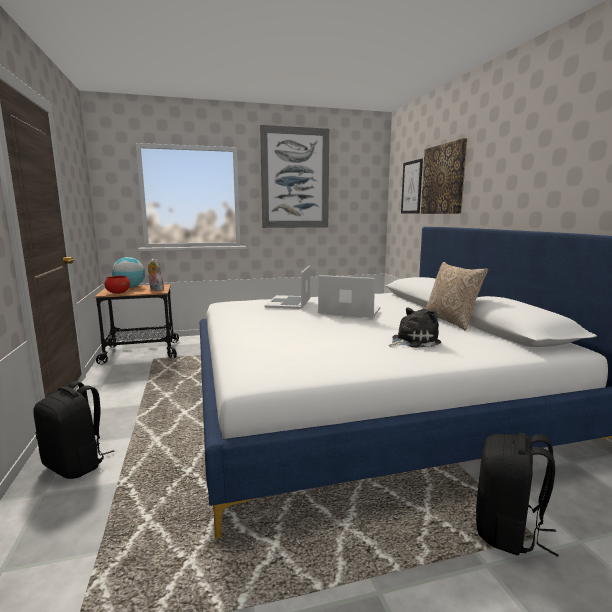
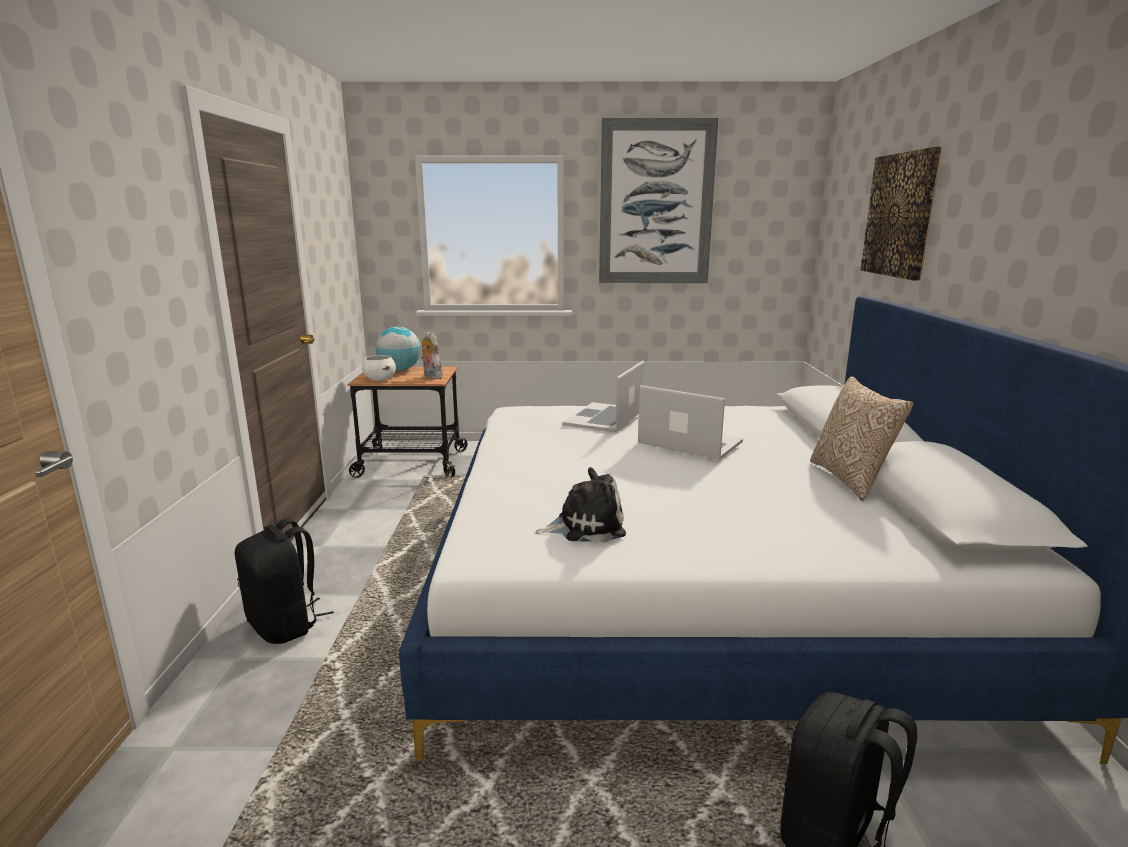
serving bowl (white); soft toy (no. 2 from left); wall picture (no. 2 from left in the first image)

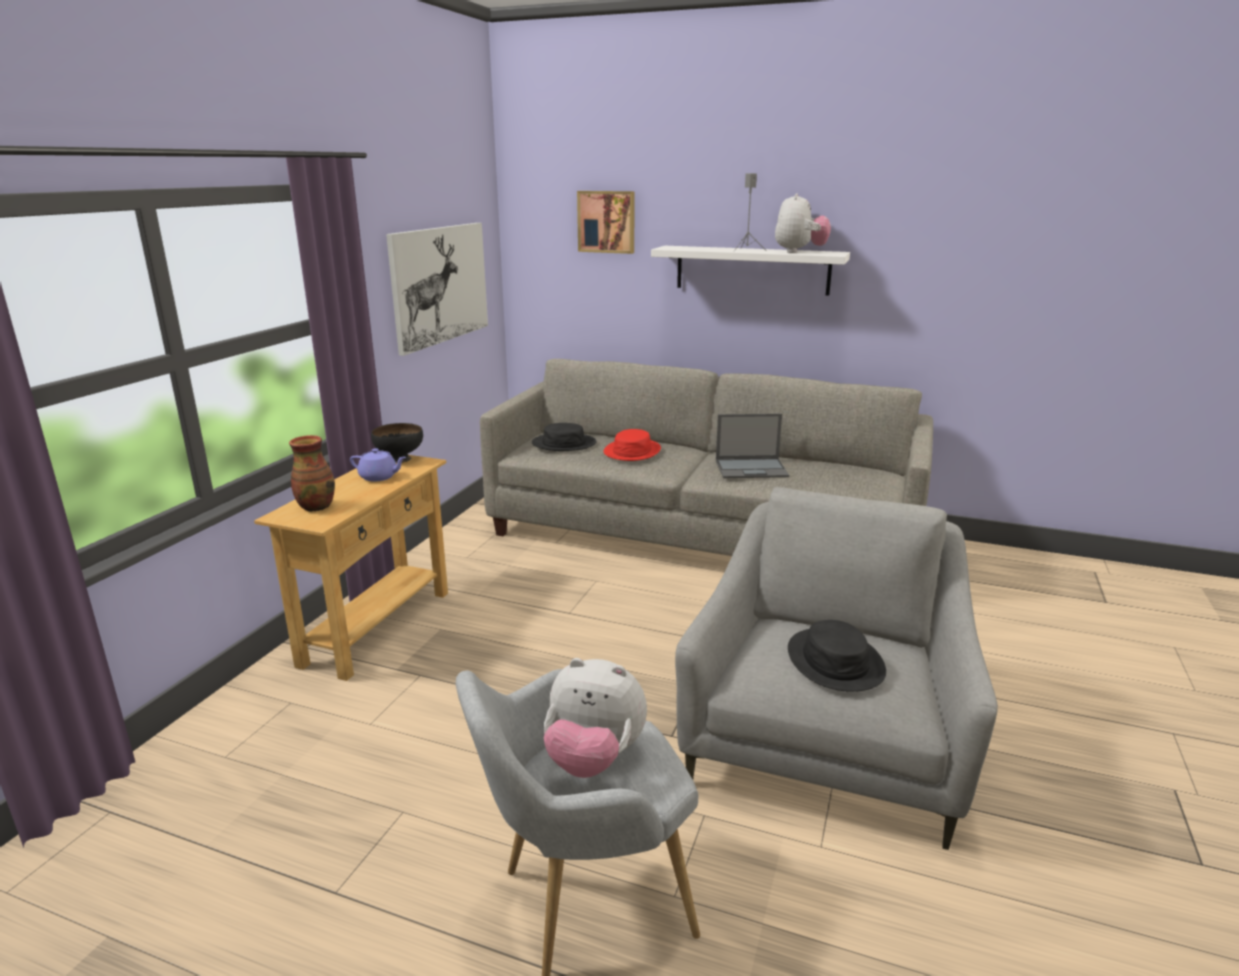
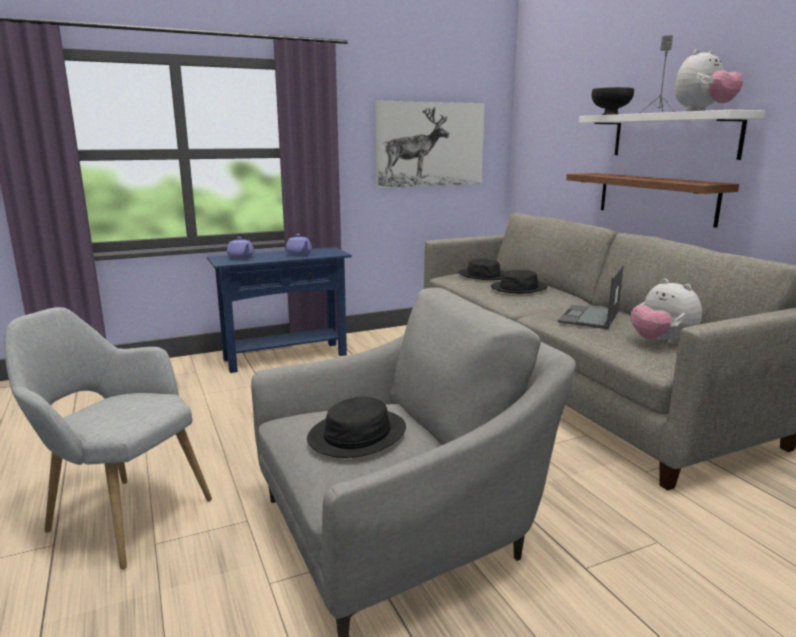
narrow table (blue-coloured); tea pot (purple-coloured) (no. 1 from left); serving bowl (black); soft toy (no. 1 from left); wall picture (no. 2 from left in the first image); wearable hat (black) (no. 3 from left); portable computer; wall shelf (brown-coloured)

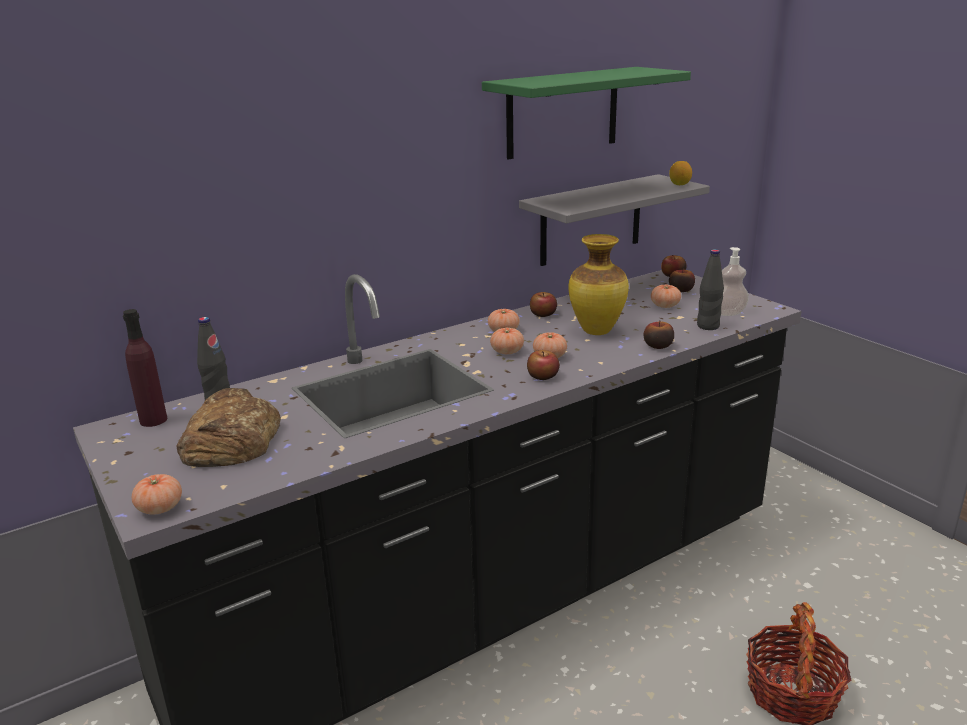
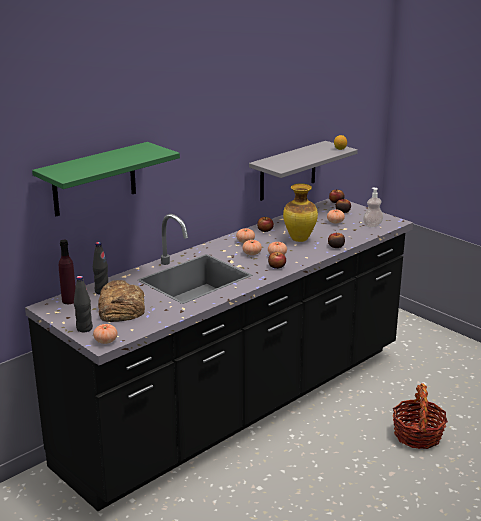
wall shelf (greenish); bottle (black) (no. 1 from left)

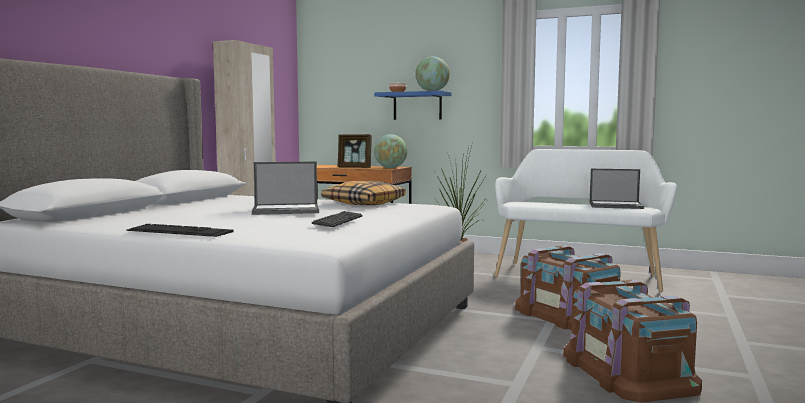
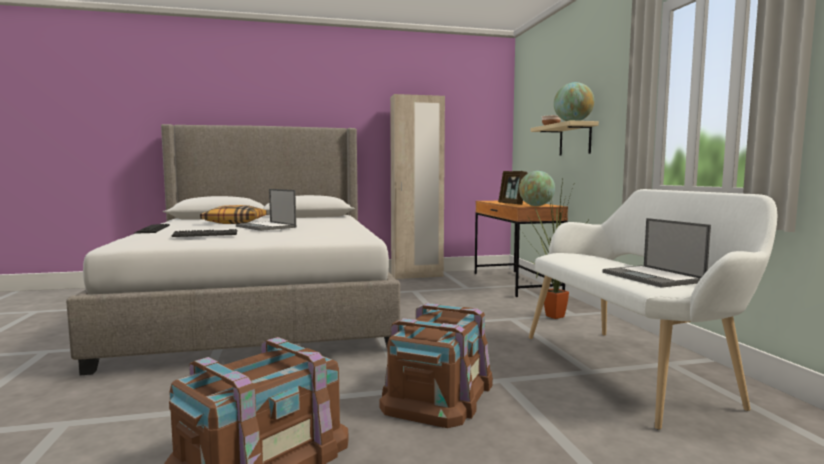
throw pillow; wall shelf (sand-coloured)

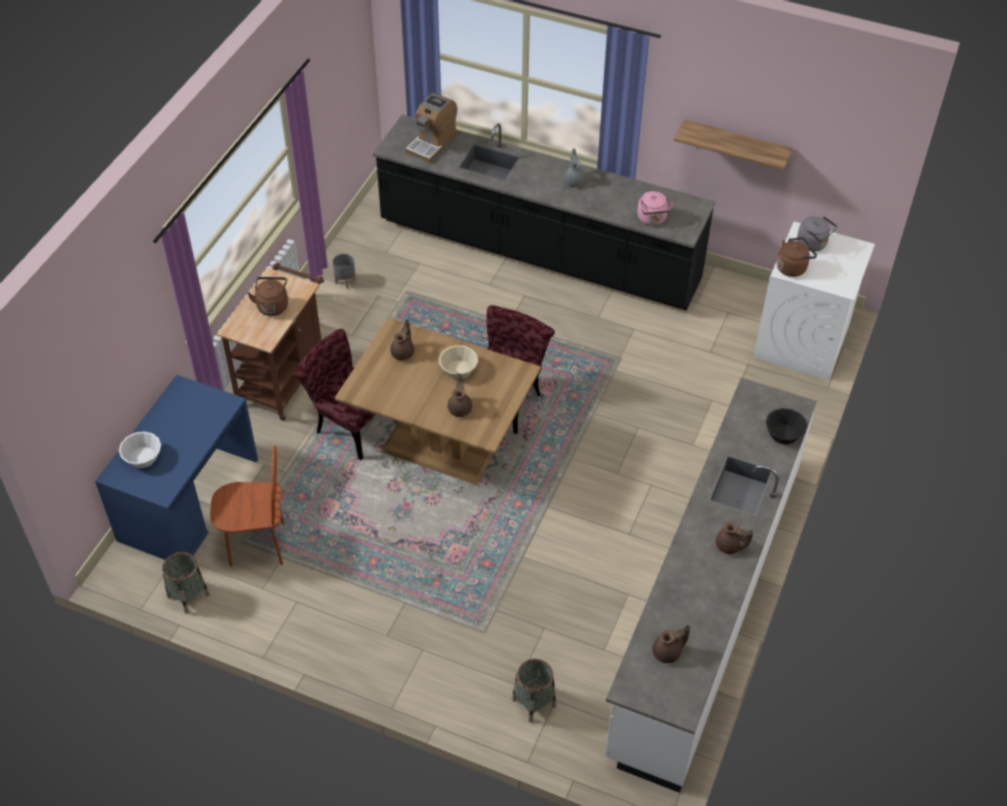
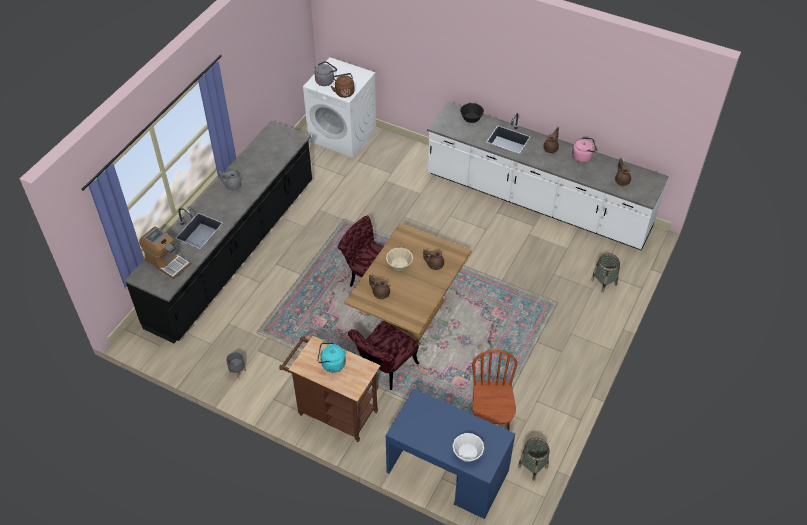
tea kettle (blue-green); tea kettle (pinkish); wall shelf

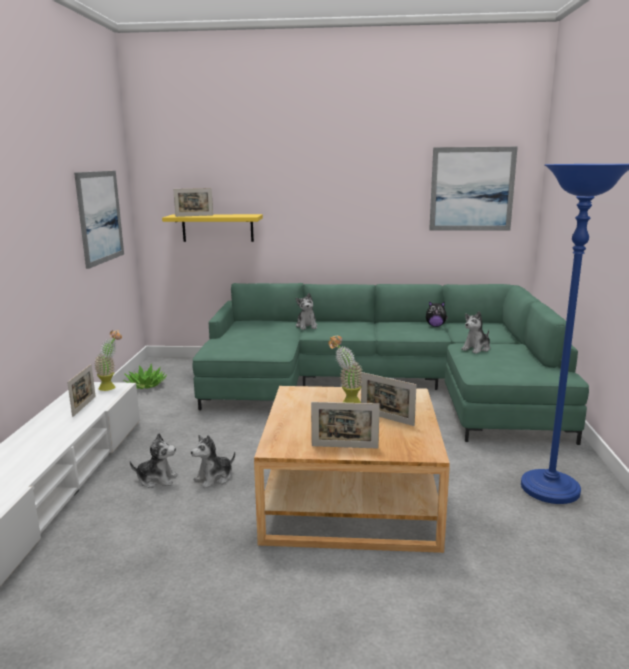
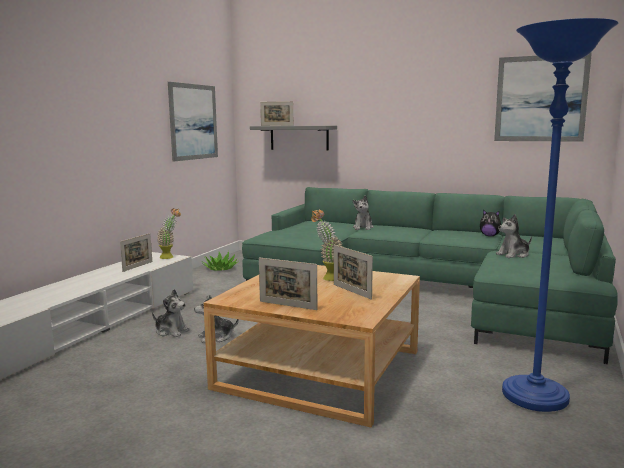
wall shelf (greyish)

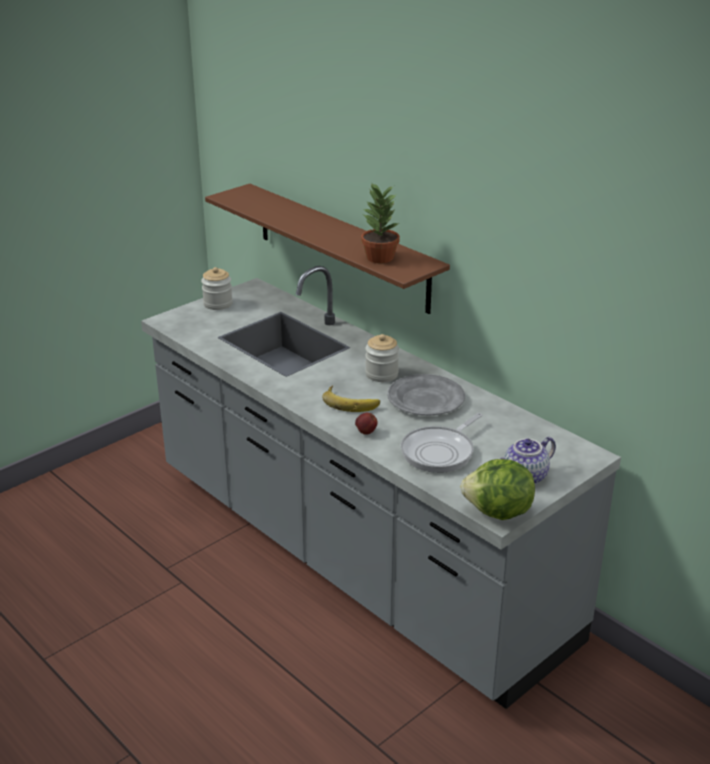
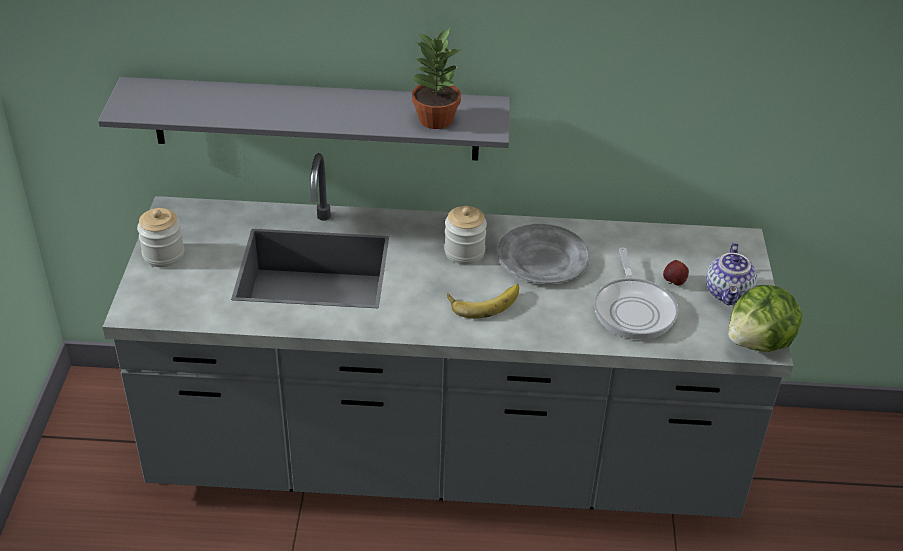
wall shelf (greyish); whole apple

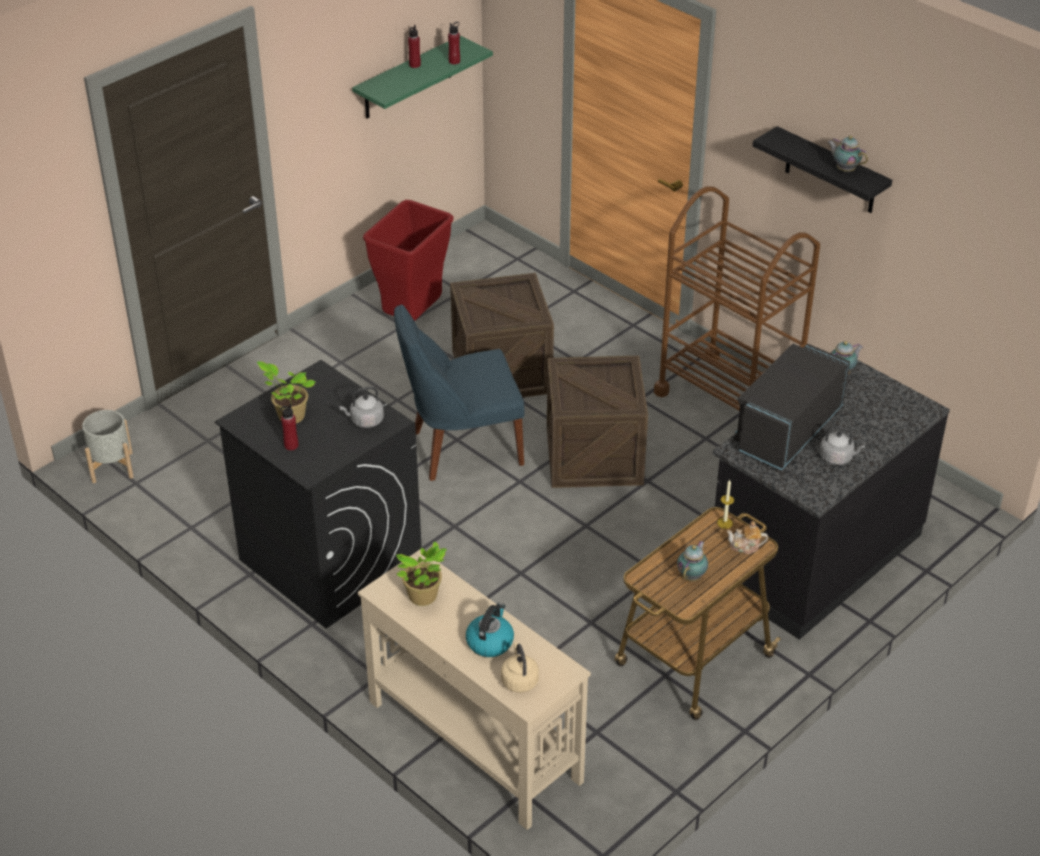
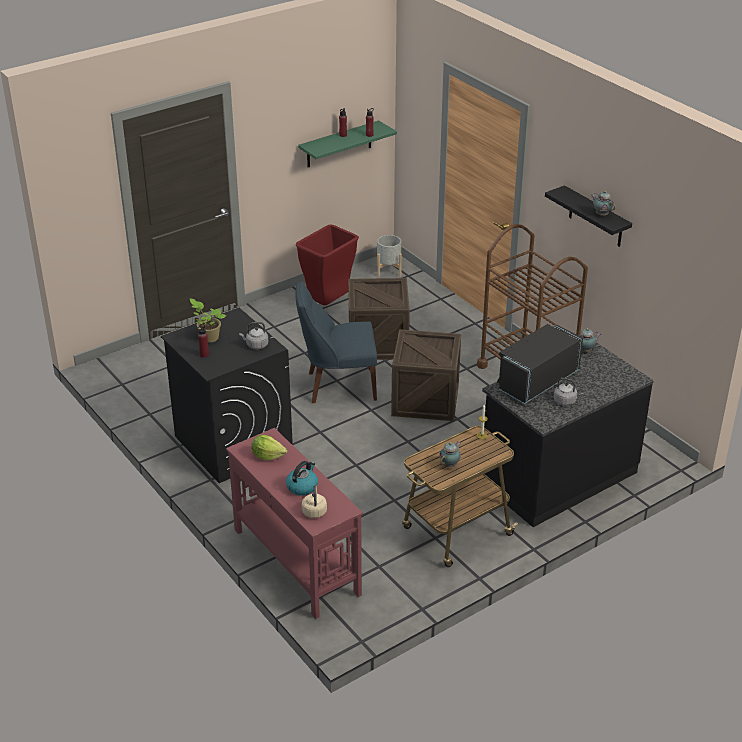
flower pot (greyish); narrow table (red-coloured); lettuce; tea pot (no. 2 from left in the first image)

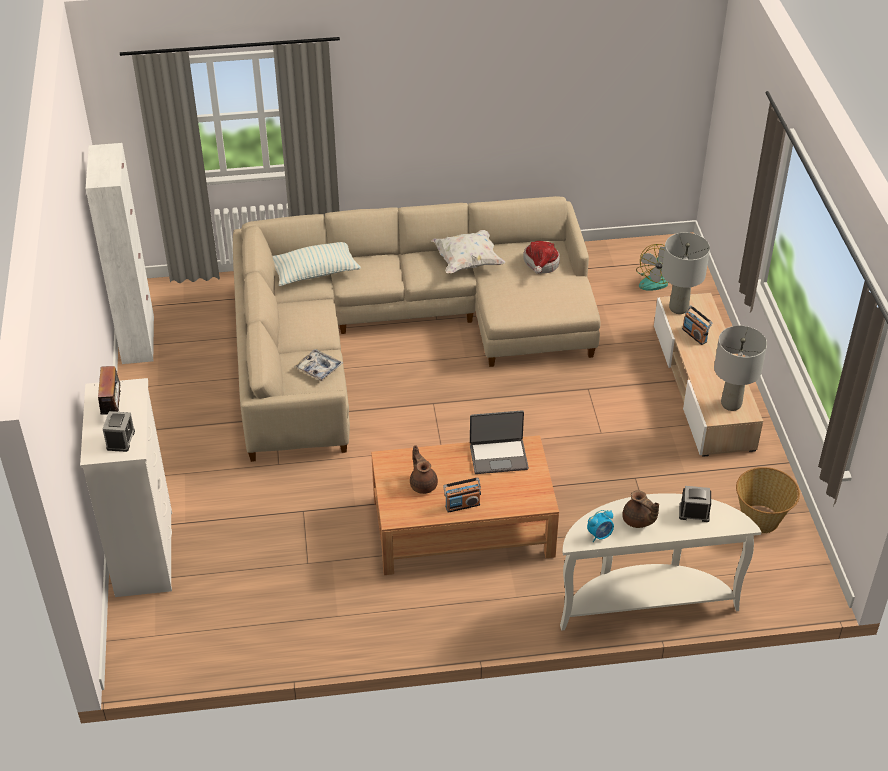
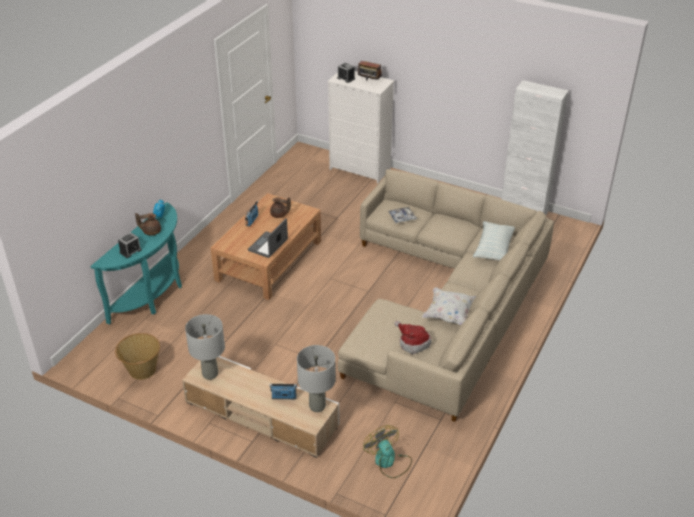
narrow table (blue-green)

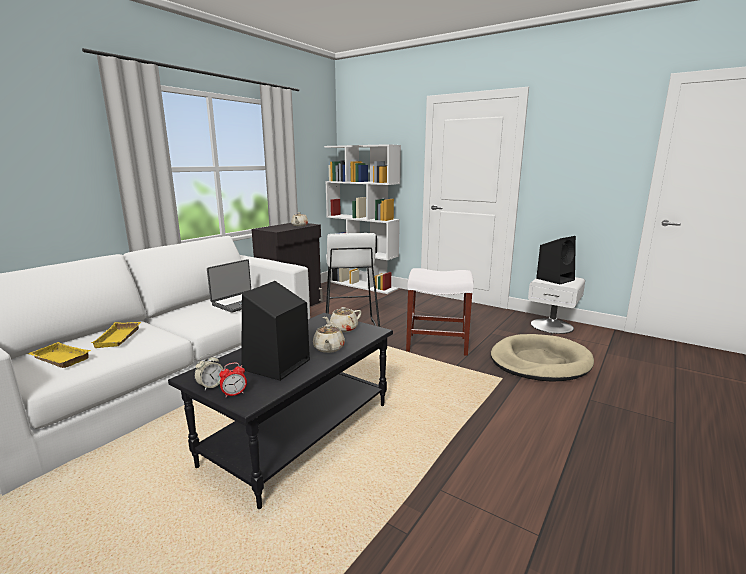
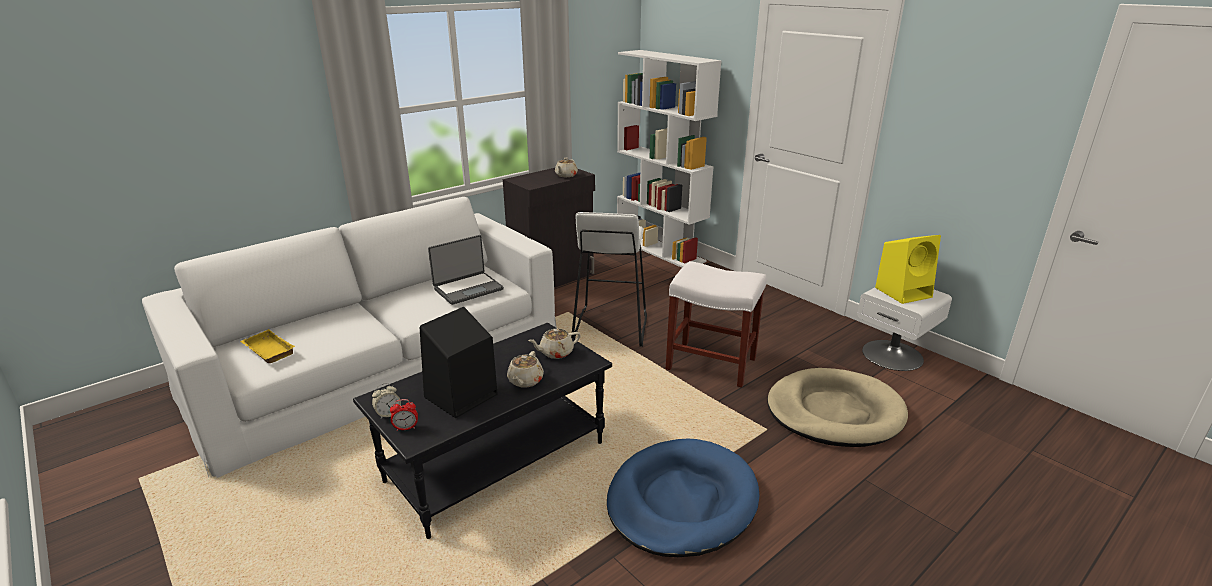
serving tray (yellow-coloured) (no. 2 from left in the first image); speaker (yellow-coloured); dog bed (blue-coloured)

